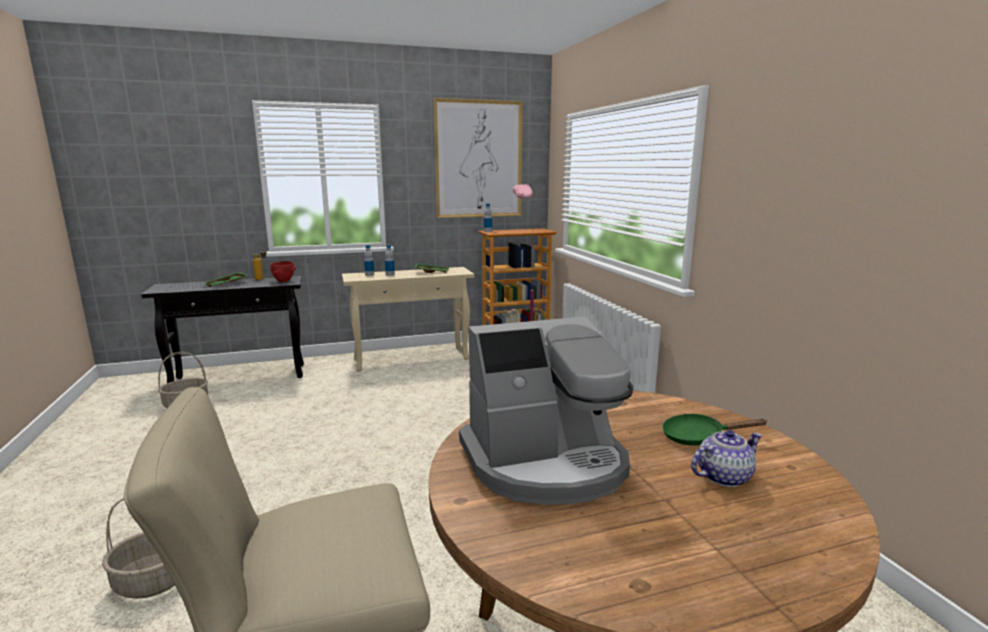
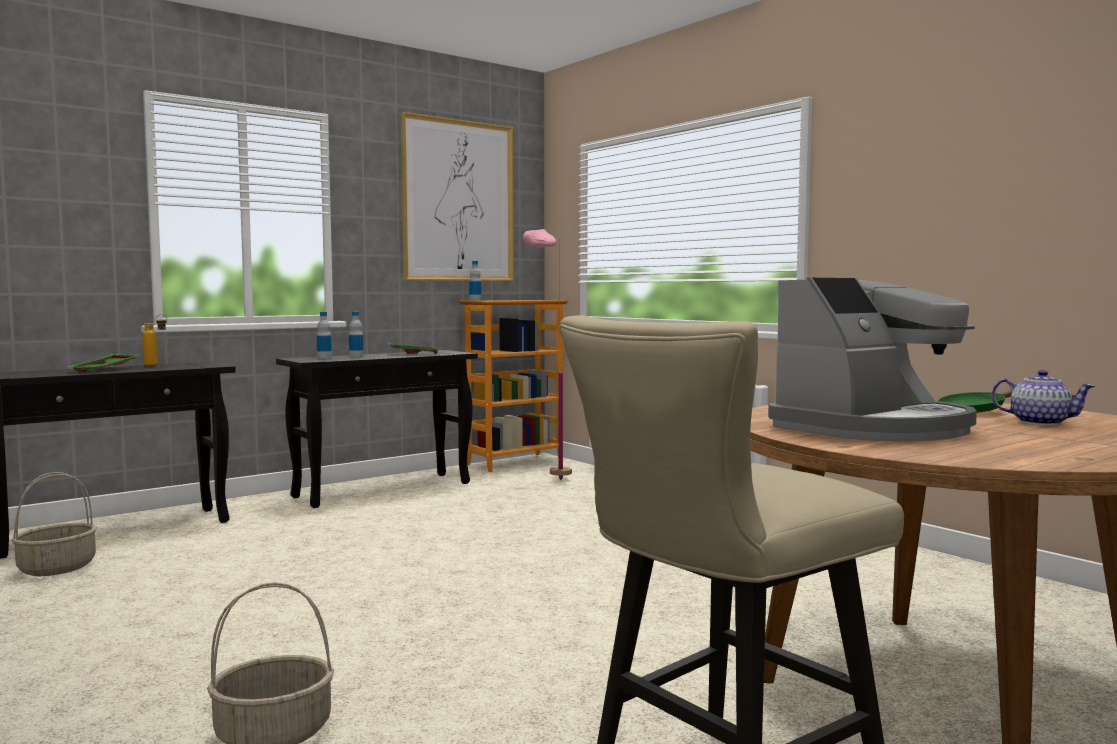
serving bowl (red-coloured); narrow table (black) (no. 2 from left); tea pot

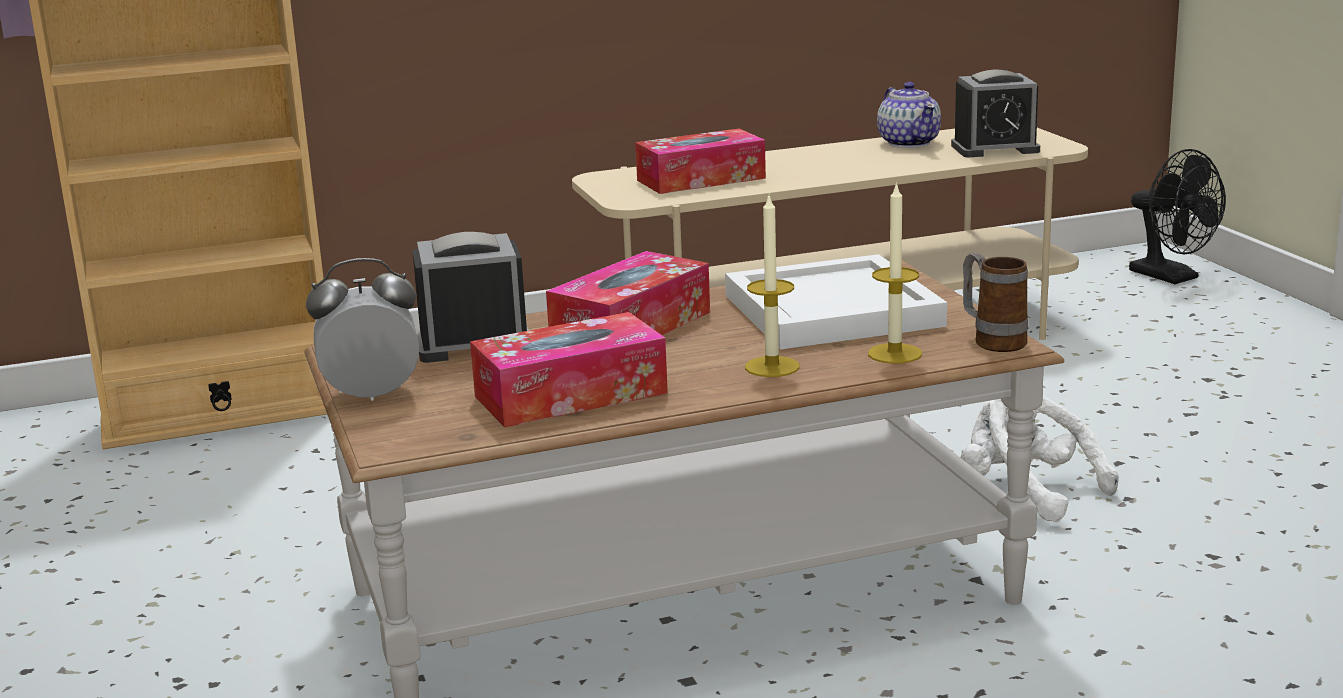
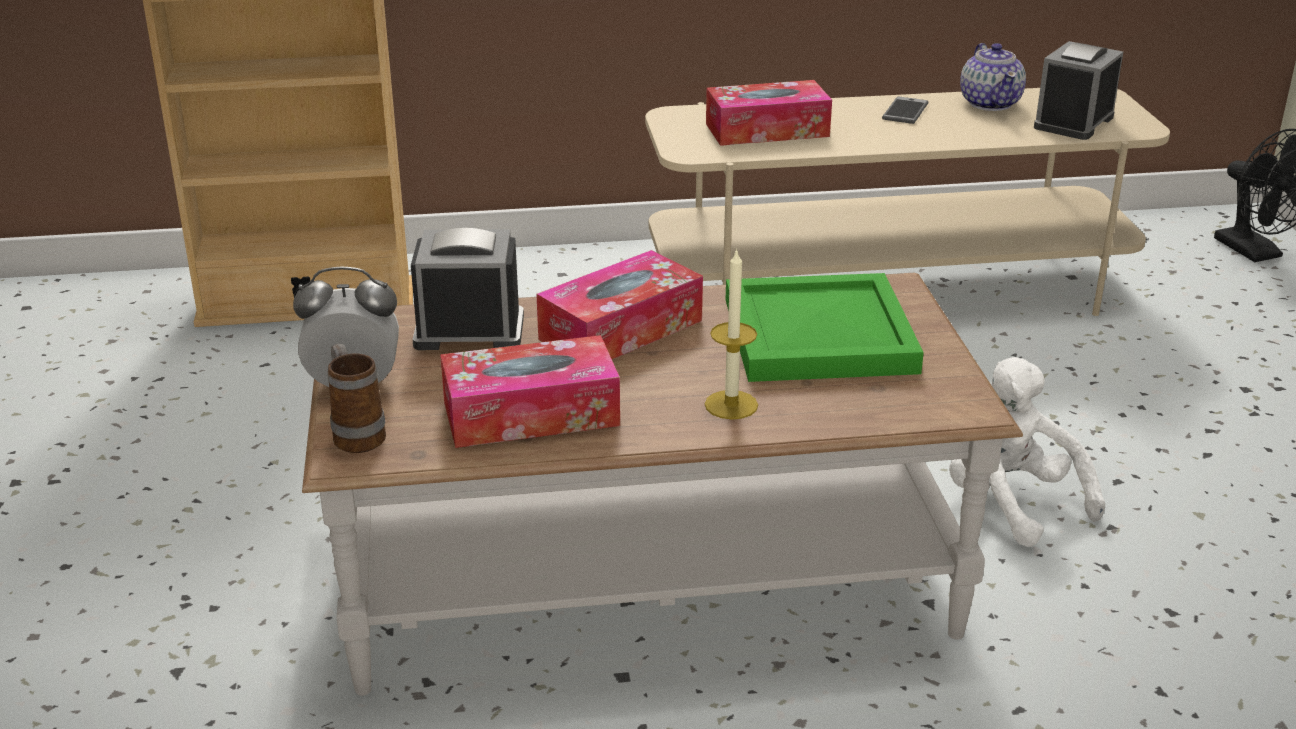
serving tray (greenish); candle (no. 2 from left in the first image); table clock (no. 3 from left); coffee mug; phone

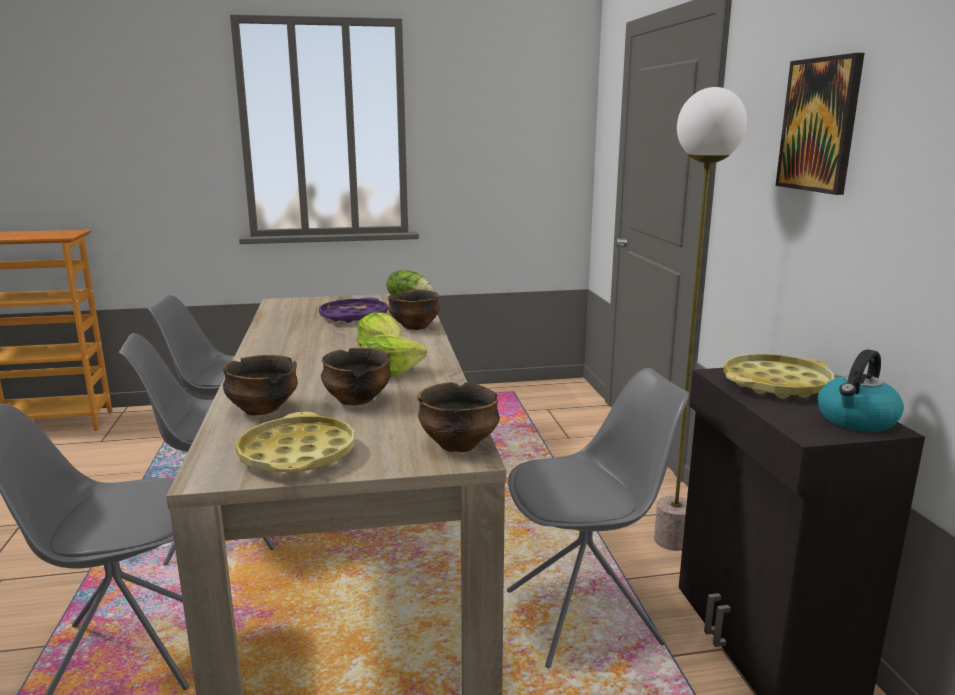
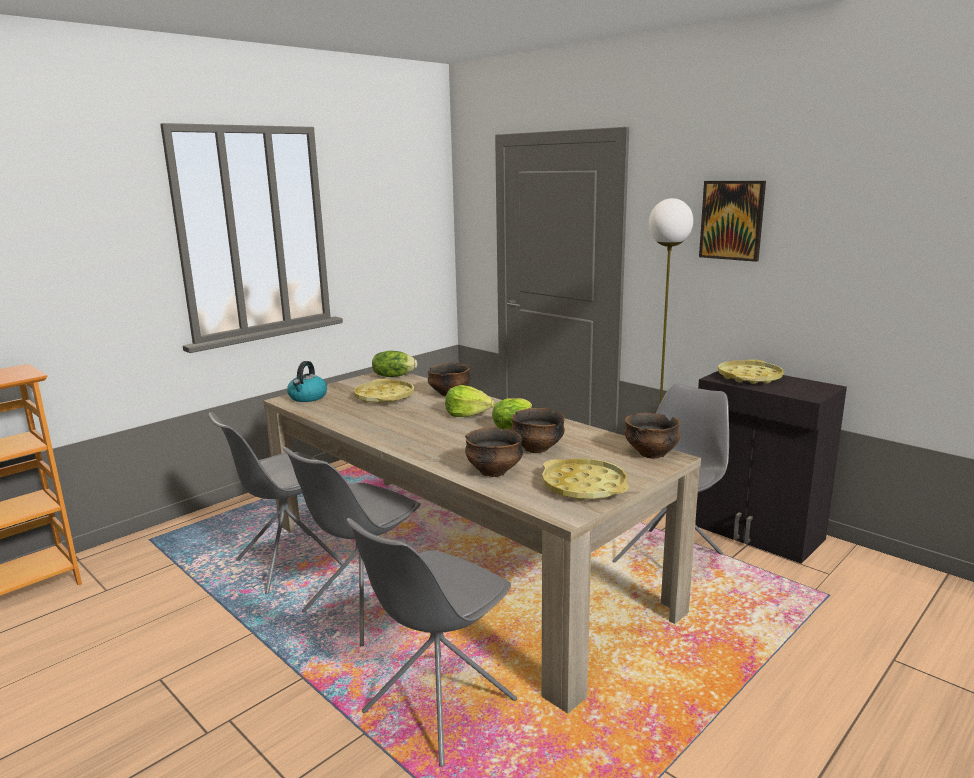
serving tray (yellow-coloured) (no. 1 from left); tea kettle

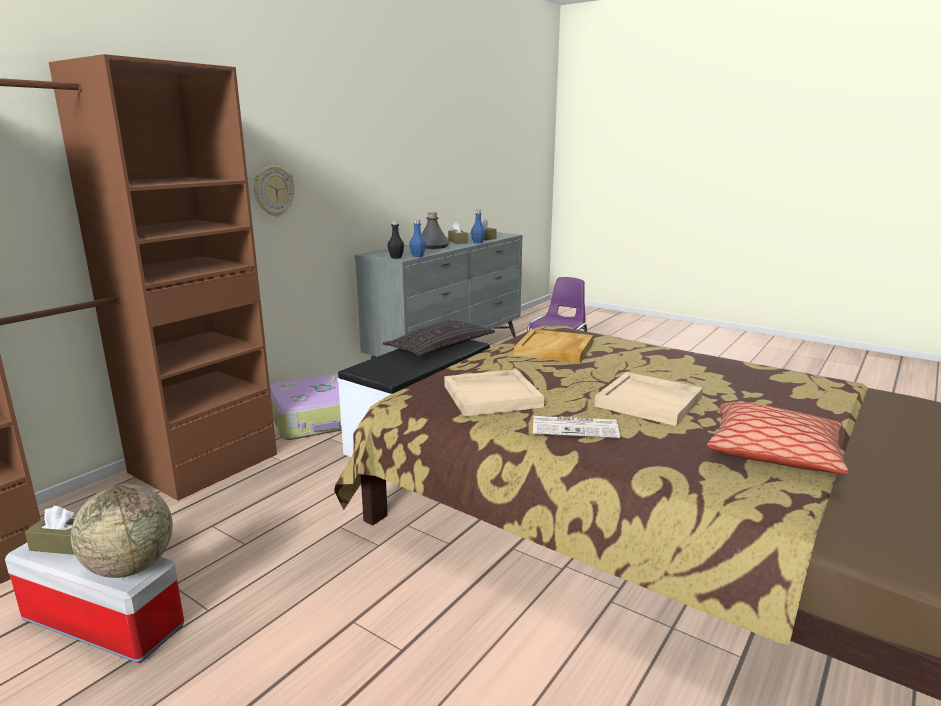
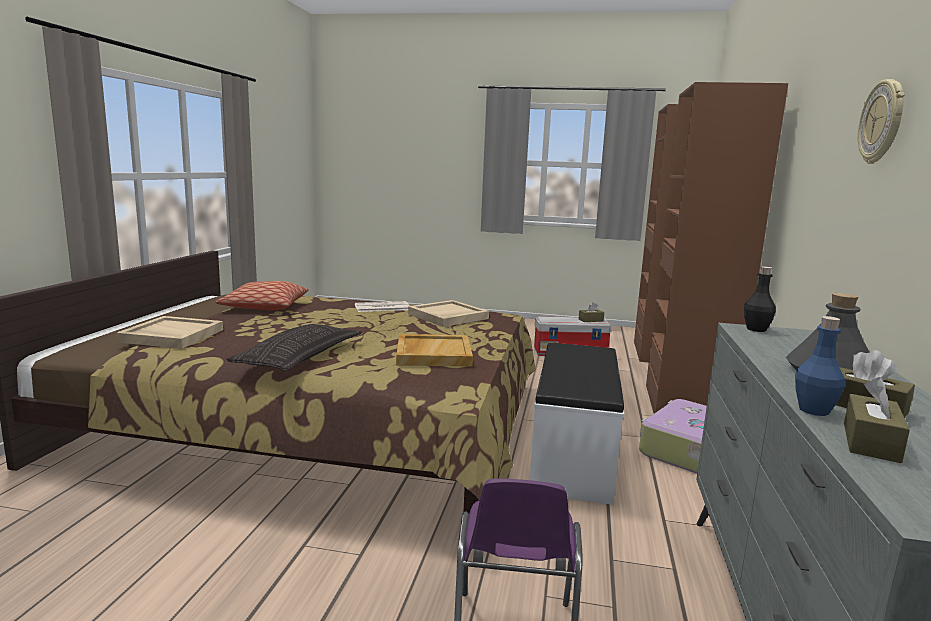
globe; clock on the wall; throw pillow (no. 2 from left); bottle (blue-coloured) (no. 1 from left in the first image); serving tray (sand-coloured) (no. 1 from left)

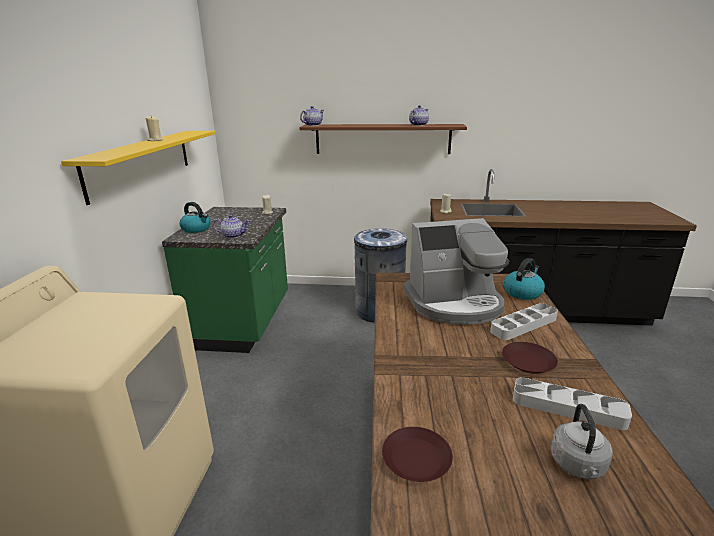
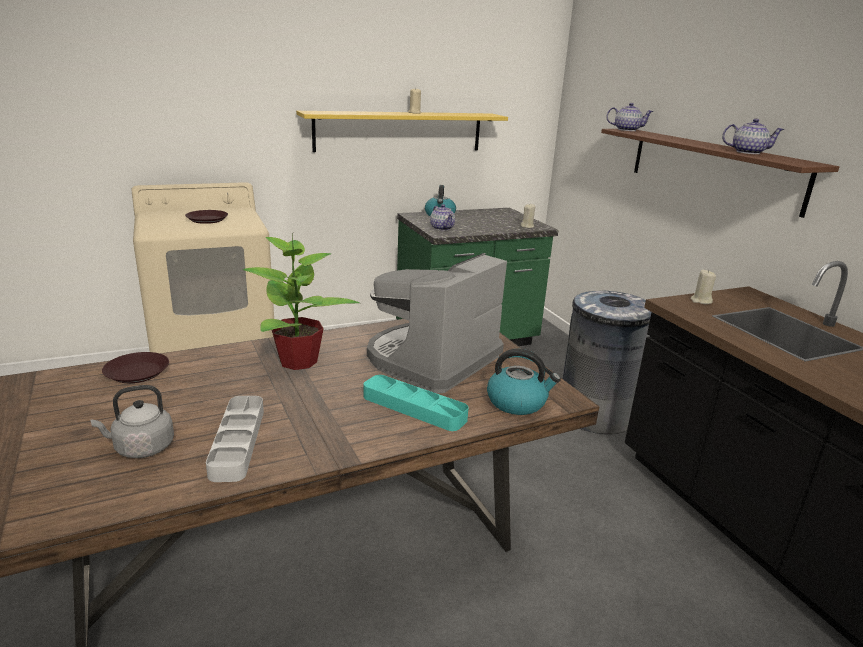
coffee brewer; serving tray (blue-green); plate (brown-coloured) (no. 2 from left); houseplant

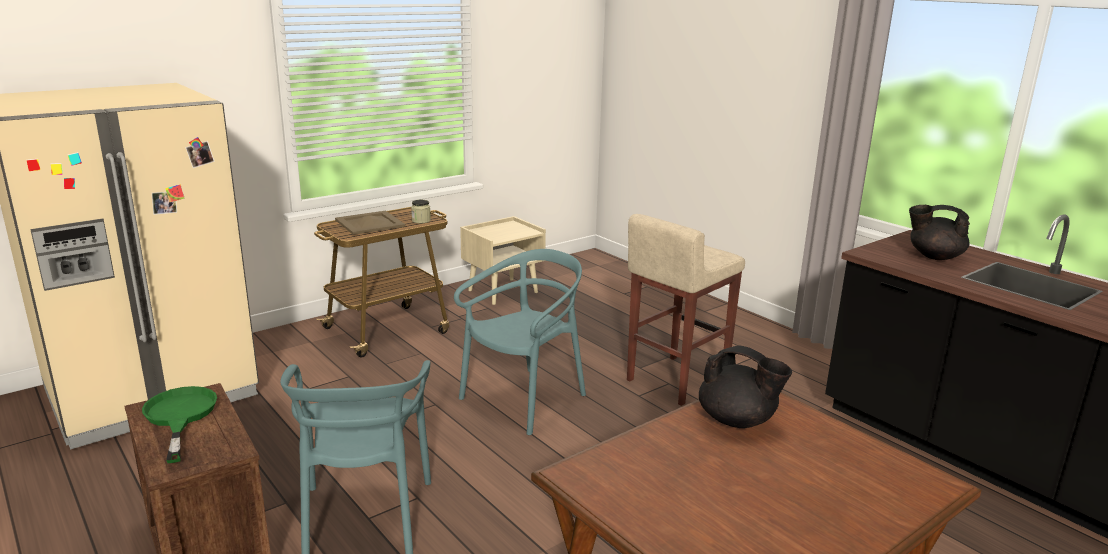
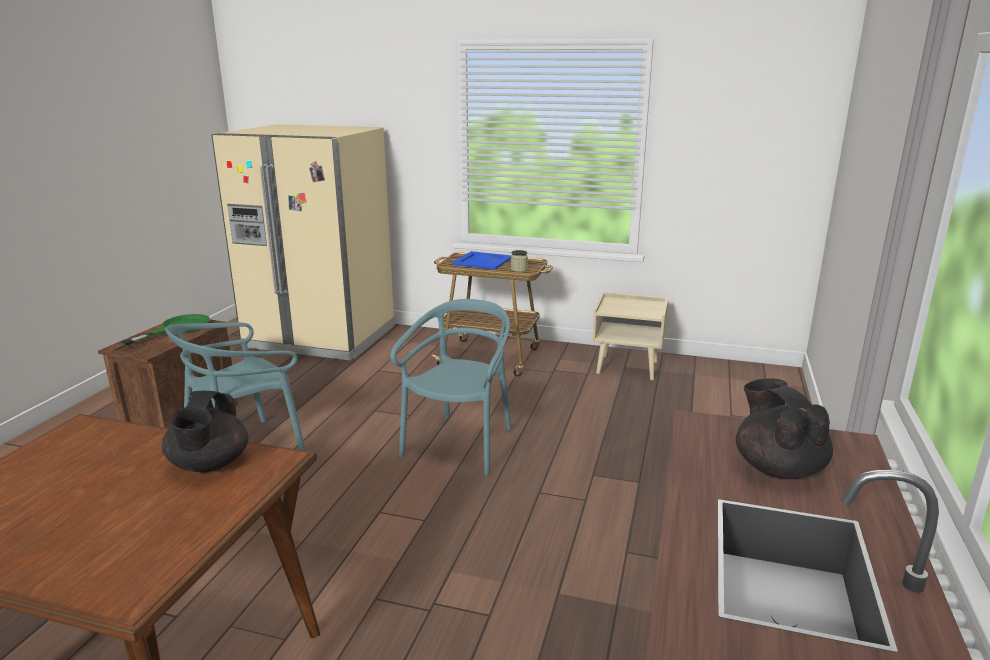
serving tray (blue-coloured); chair (blue-green) (no. 2 from left); sitting stool (sand-coloured)

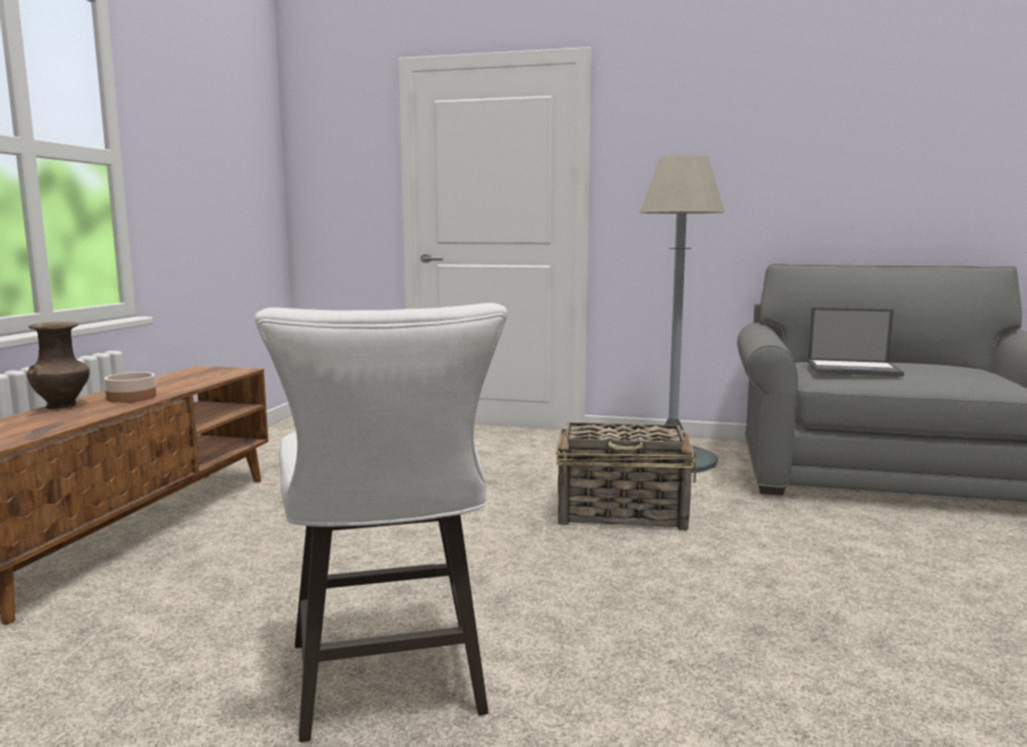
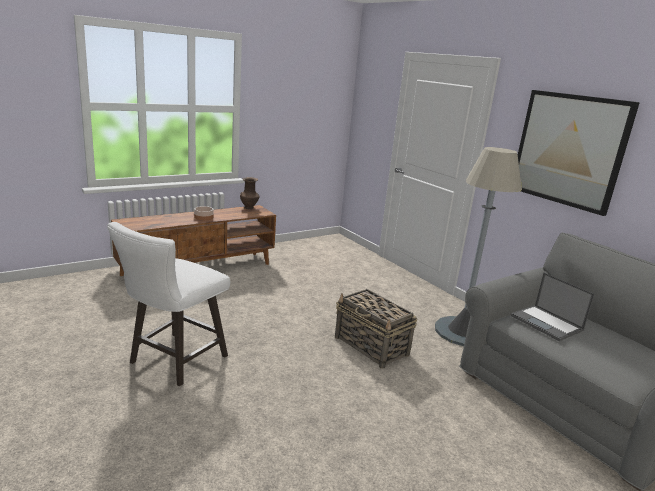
decorative vase (brown-coloured); wall picture

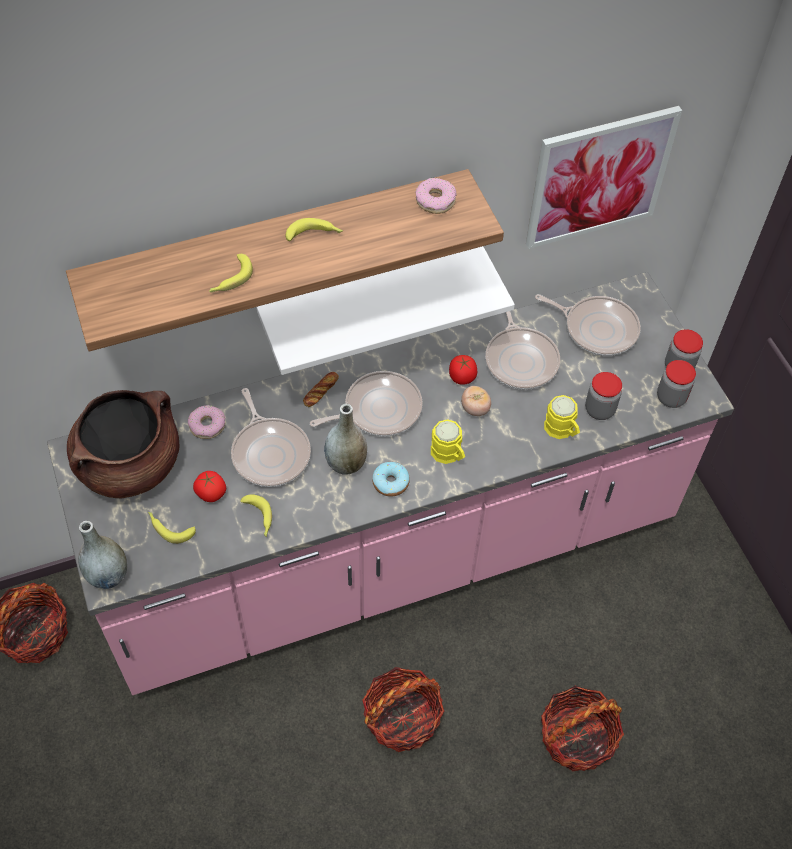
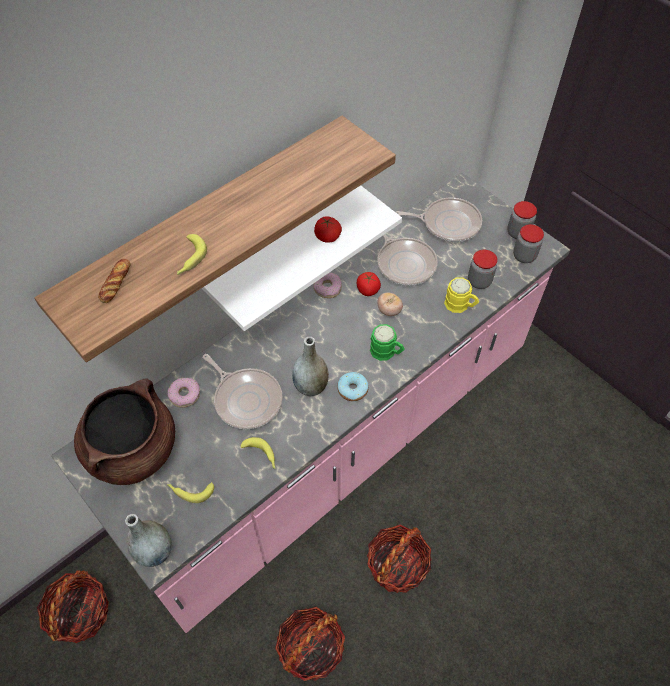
whole tomato (no. 1 from left); banana fruit (no. 4 from left in the first image); baked bread; skillet (no. 2 from left in the first image); donut (no. 2 from left); coffee mug (greenish); wall picture; household basket (no. 2 from left)

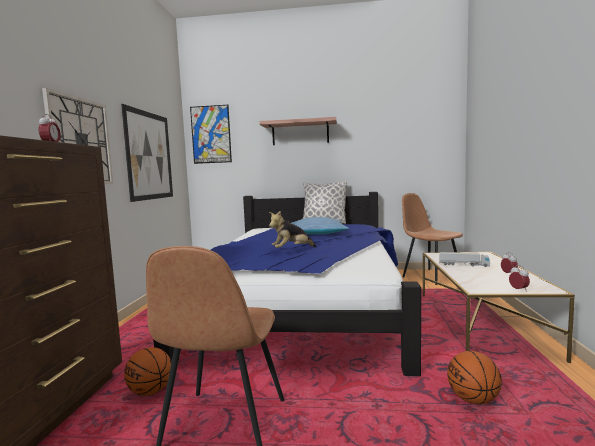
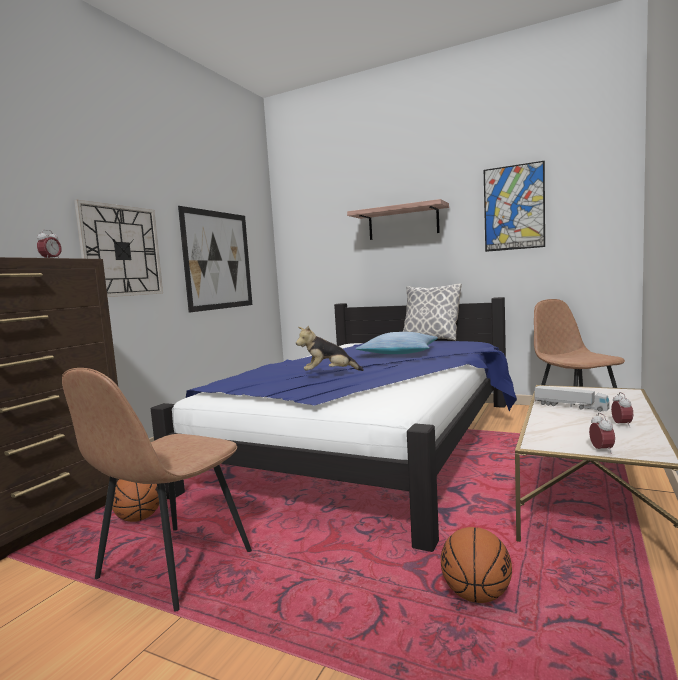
wall picture (no. 2 from left)

